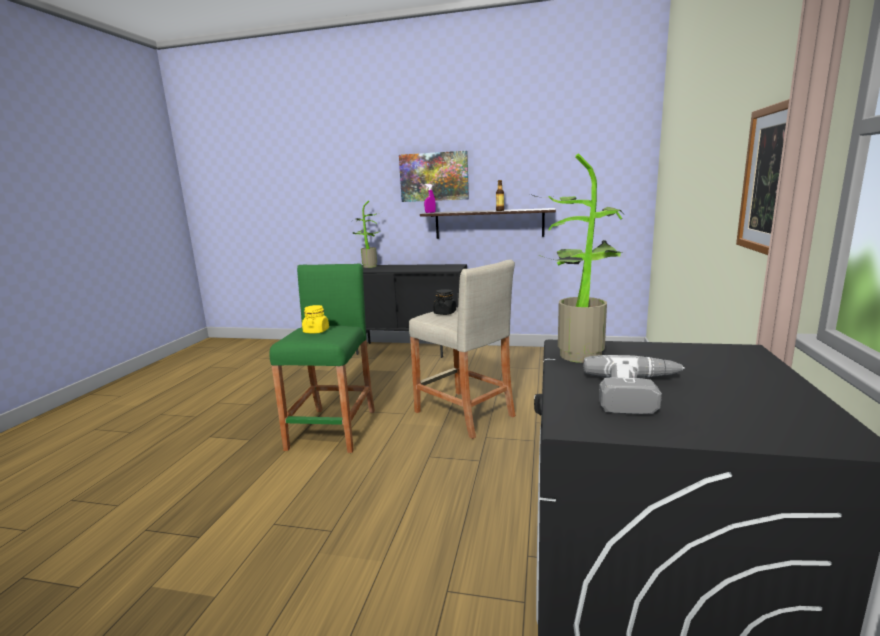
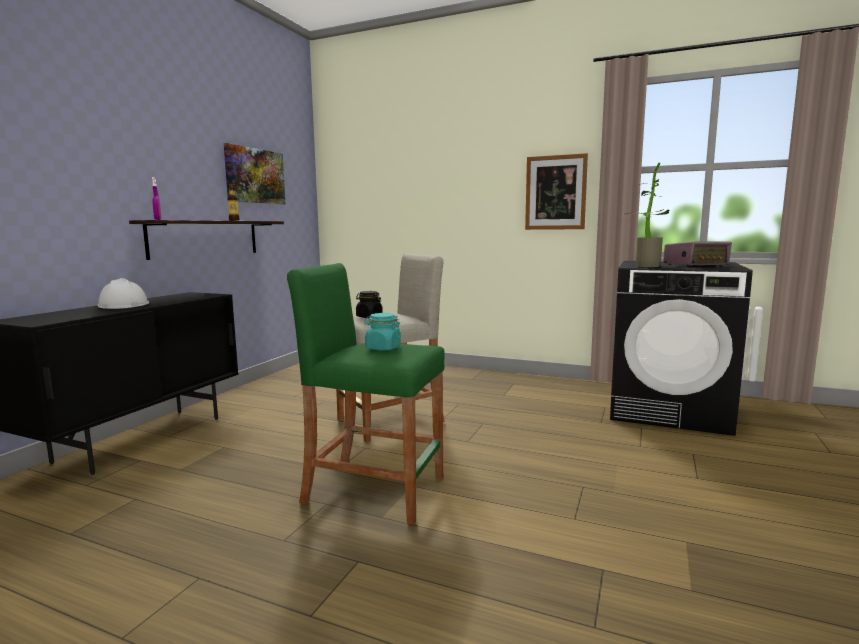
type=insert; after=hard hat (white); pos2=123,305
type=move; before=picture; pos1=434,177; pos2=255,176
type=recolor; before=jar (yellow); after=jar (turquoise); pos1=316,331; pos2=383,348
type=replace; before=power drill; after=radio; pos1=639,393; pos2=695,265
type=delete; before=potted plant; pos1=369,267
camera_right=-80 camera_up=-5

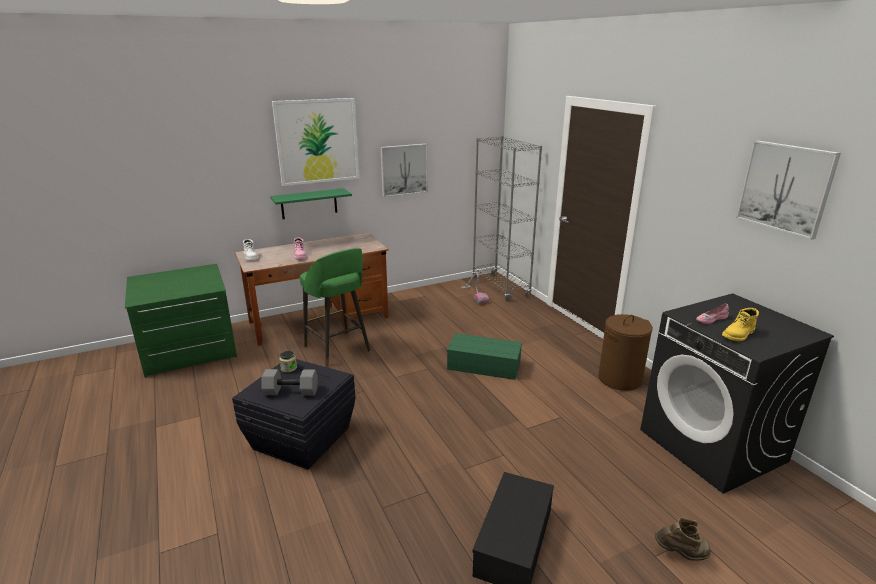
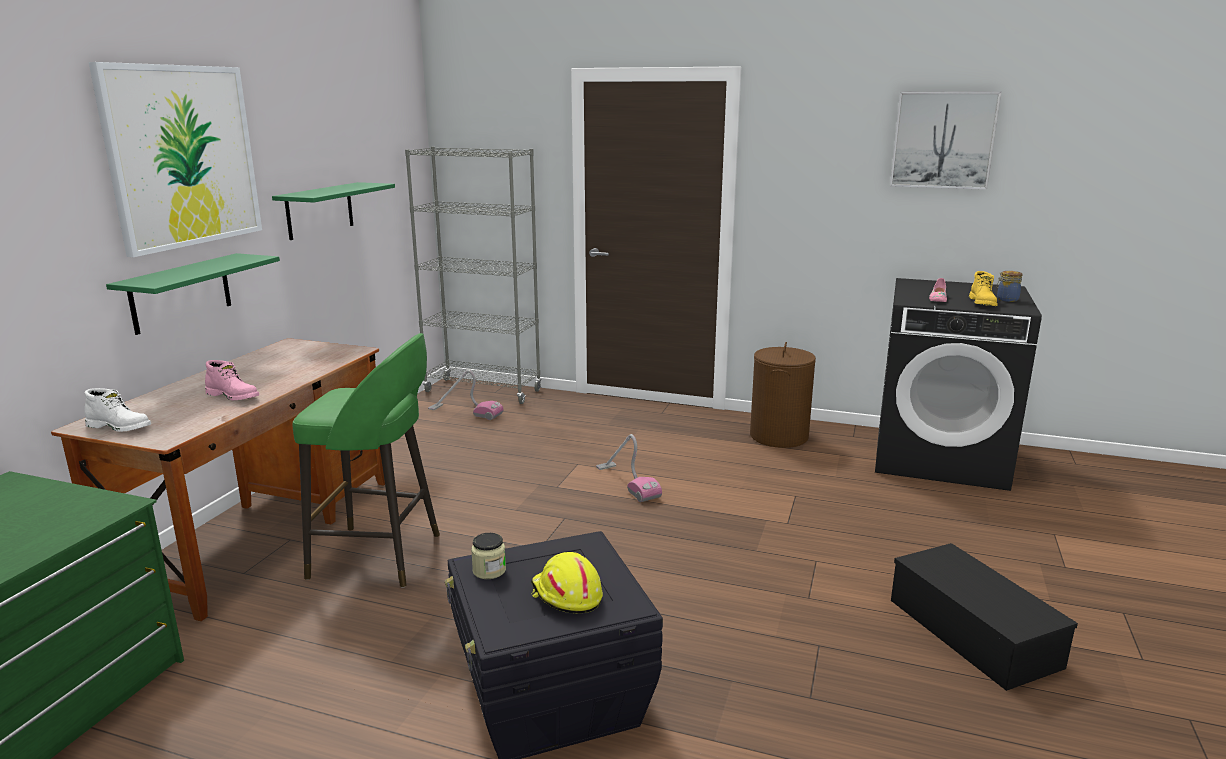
type=replace; before=picture; after=shelf (green); pos1=404,170; pos2=320,210
type=replace; before=dumbbell (grey); after=hard hat (yellow); pos1=290,392; pos2=565,596
type=replace; before=storage box (green); after=vacuum cleaner; pos1=485,365; pos2=627,482
type=insert; after=jar; pos2=1006,299
type=delete; before=boot (brown); pos1=681,554
camera_right=-45 camera_up=-5

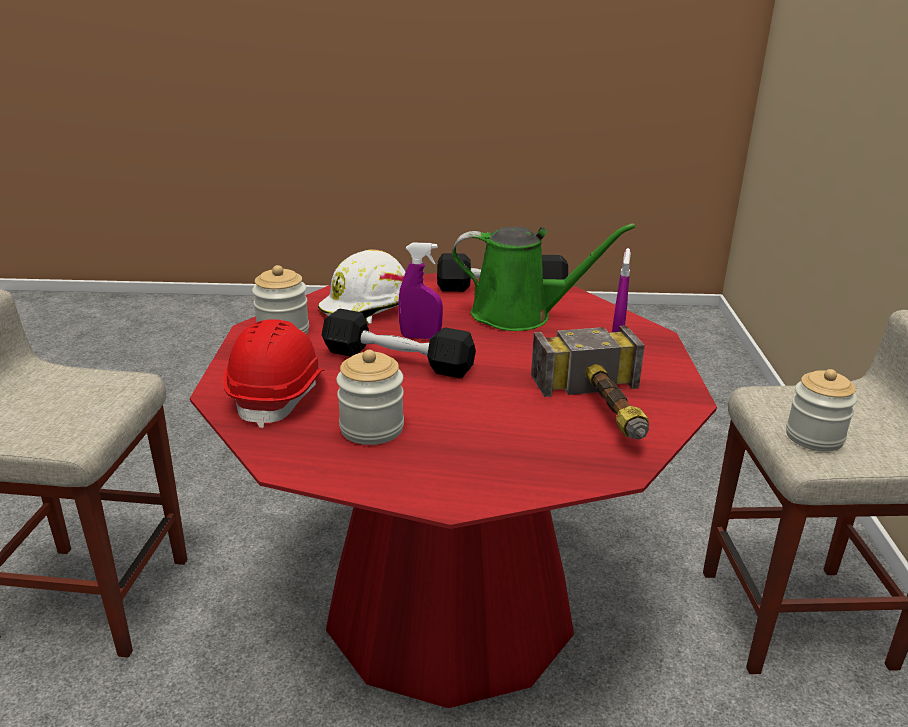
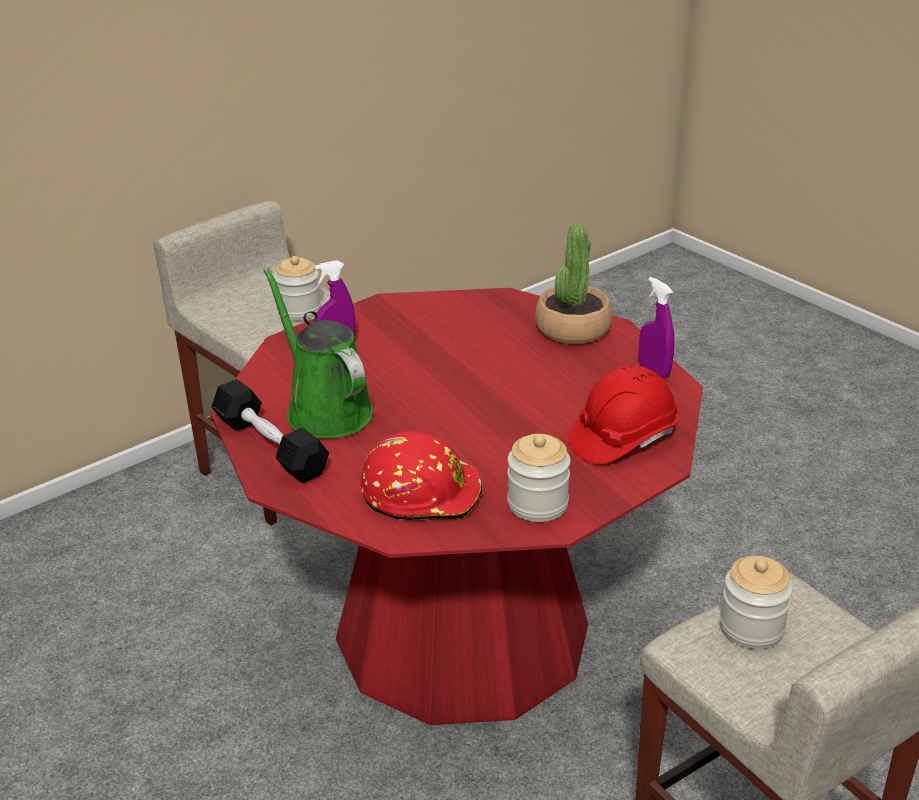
type=recolor; before=hard hat (white); after=hard hat (red); pos1=367,307; pos2=421,493
type=insert; after=potted plant; pos2=572,328
type=move; before=spray bottle (purple); pos1=420,337; pos2=654,371
type=move; before=jar; pos1=372,428; pos2=751,628
type=delete; before=dumbbell (black); pos1=398,360
type=delete; before=hammer; pos1=605,411
camera_right=-130 camera_up=5

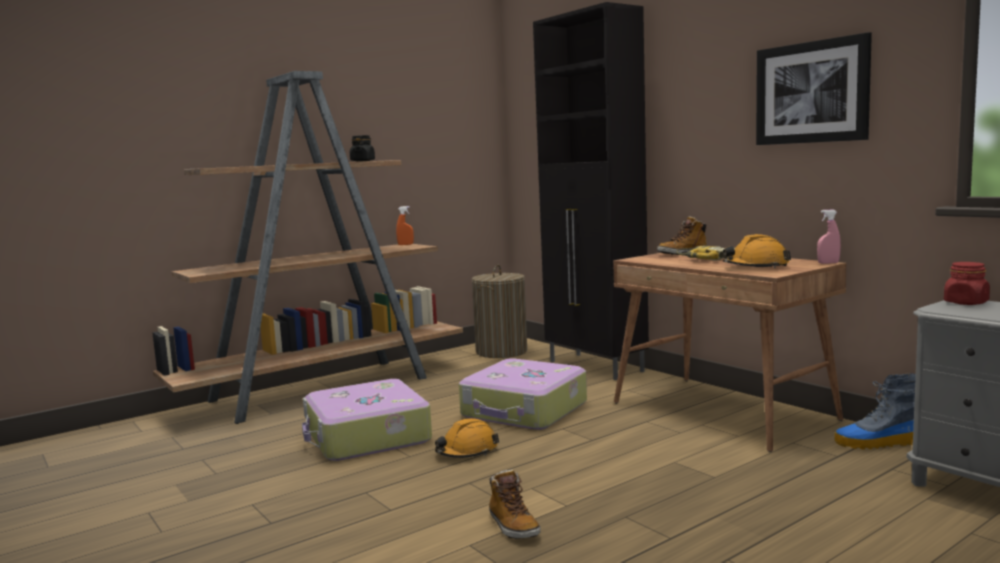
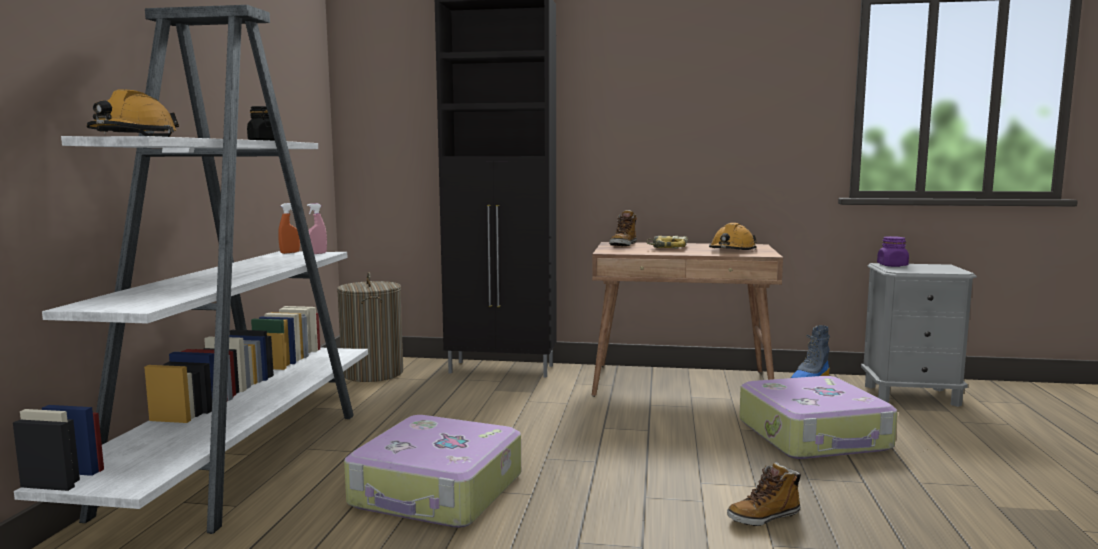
type=recolor; before=bookcase (brown); after=bookcase (white); pos1=323,389; pos2=241,458
type=move; before=hard hat (orange); pos1=467,451; pos2=134,136
type=move; before=spray bottle (pink); pos1=828,263; pos2=317,253
type=rotate; before=boot; pos1=513,526; pos2=764,517; turn=135
type=move; before=suitcase; pos1=524,410; pos2=814,435
type=recolor; before=jar (red); after=jar (purple); pos1=966,303; pos2=892,265
type=delete; before=picture; pos1=811,92
camera_right=-45 camera_up=0

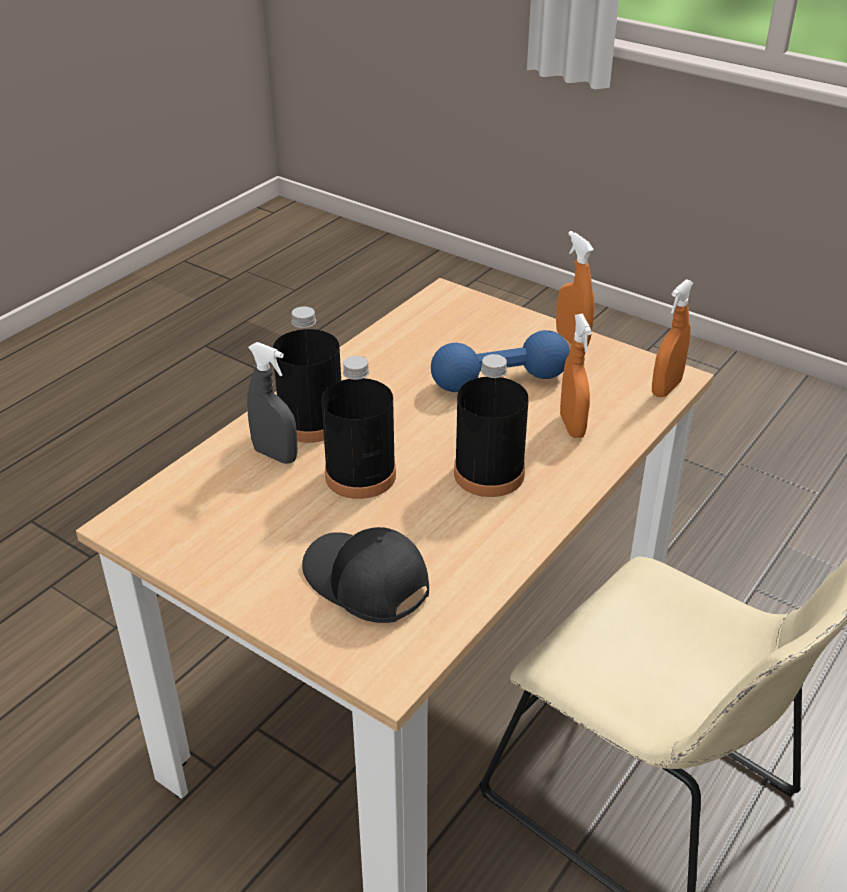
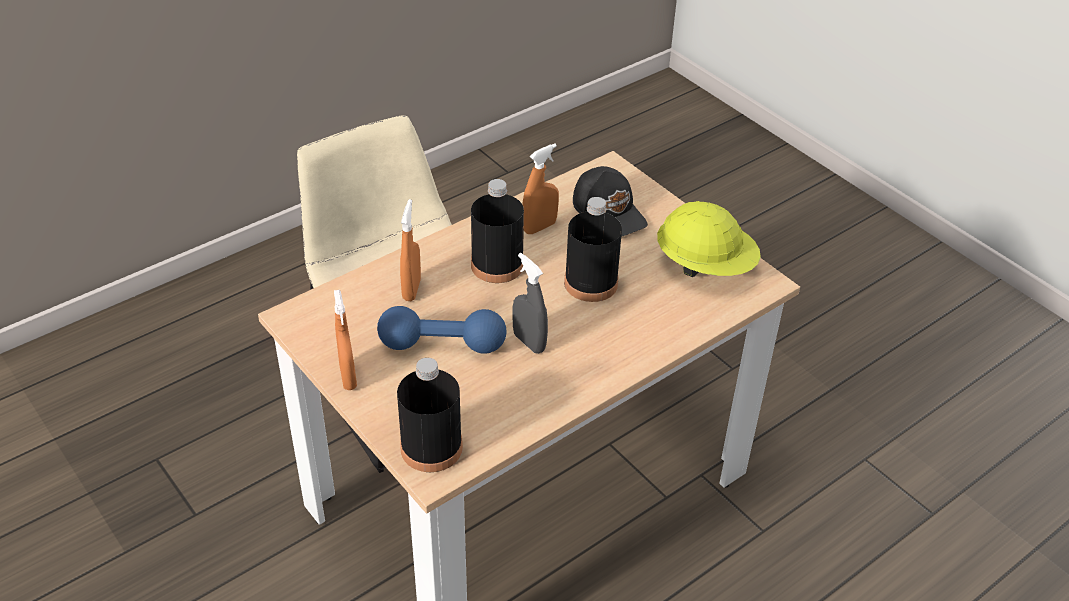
type=move; before=bottle (black); pos1=311,422; pos2=431,448
type=move; before=spray bottle (grey); pos1=275,455; pos2=529,342
type=move; before=spray bottle (orange); pos1=666,388; pos2=539,227
type=insert; after=hard hat (yellow); pos2=705,266
camera_right=-165 camera_up=5

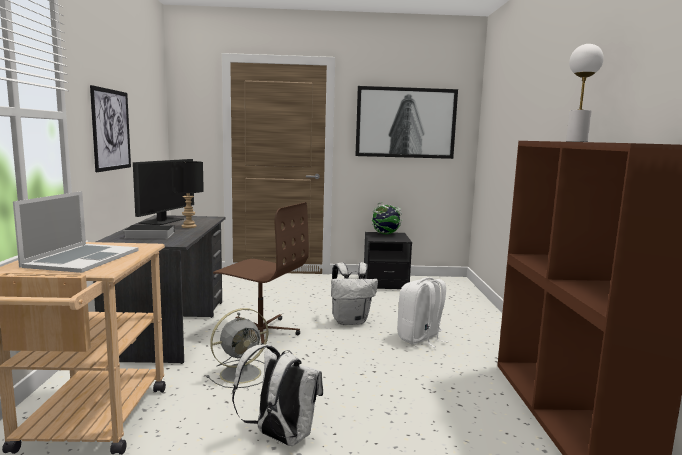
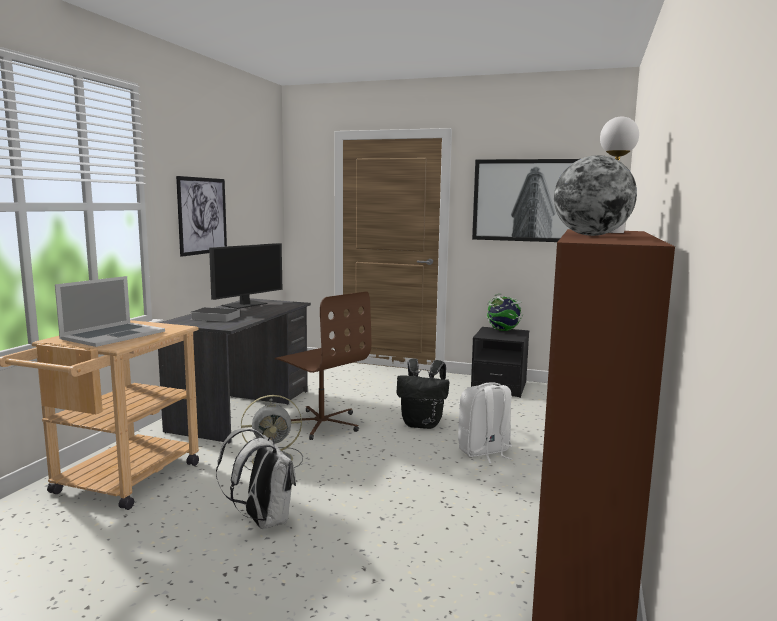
type=recolor; before=backpack (white); after=backpack (black); pos1=350,321; pos2=423,424
type=insert; after=globe; pos2=591,235
type=delete; before=table lamp (black); pos1=188,227
camera_right=20 camera_up=0

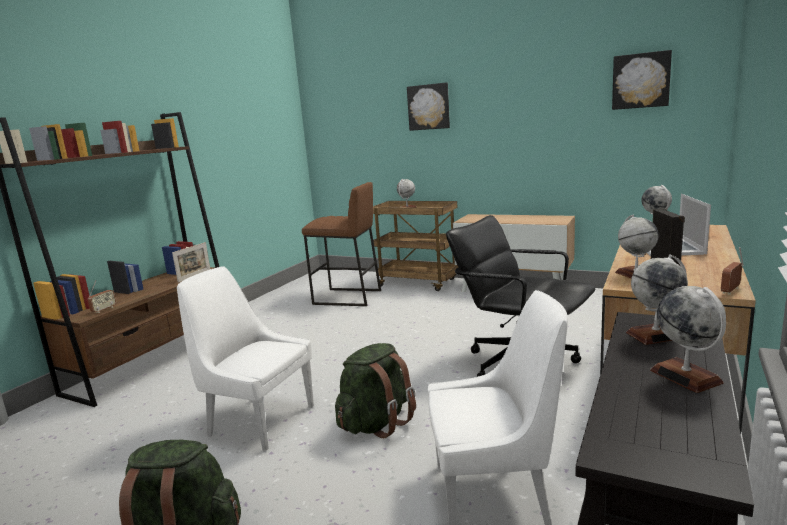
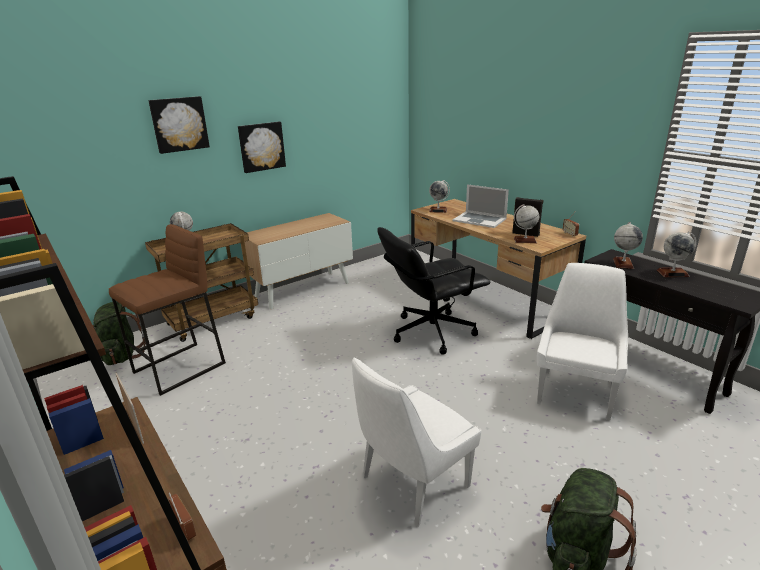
type=move; before=backpack (green); pos1=377,423; pos2=121,356
type=move; before=picture; pos1=641,81; pos2=261,146
camera_right=-65 camera_up=10

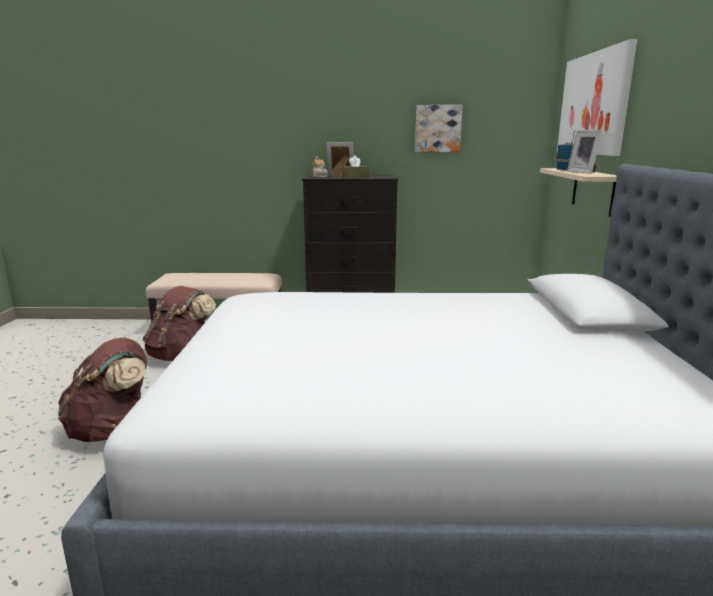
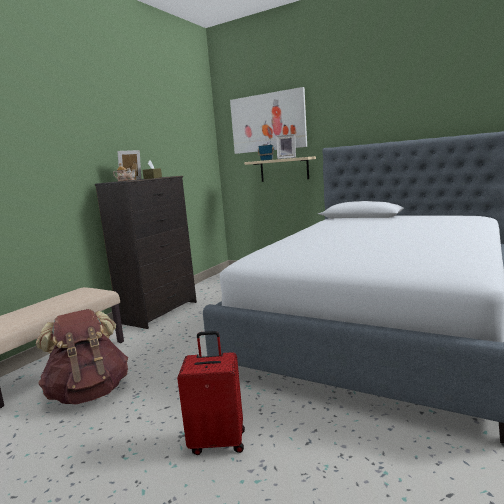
type=replace; before=backpack (brown); after=suitcase (red); pos1=112,430; pos2=218,441
type=delete; before=picture; pos1=437,128
camera_right=-60 camera_up=-5

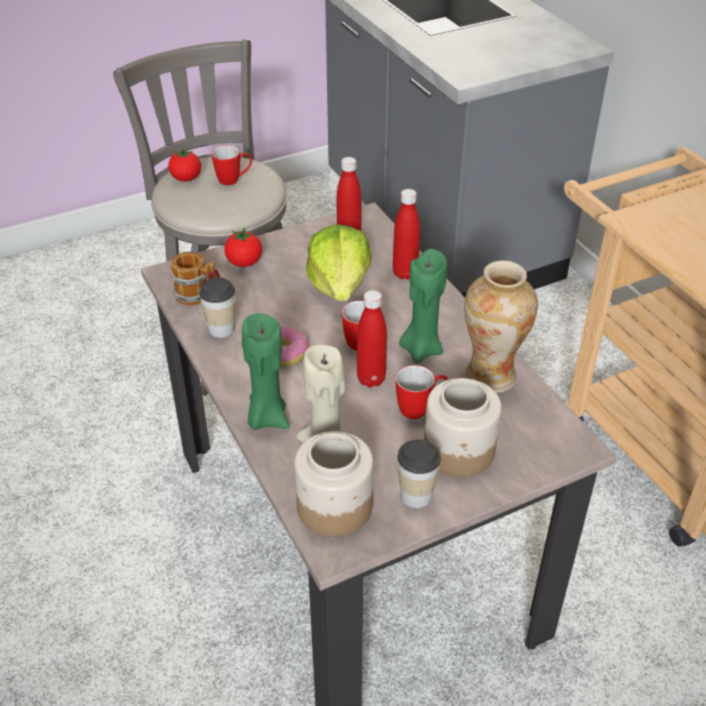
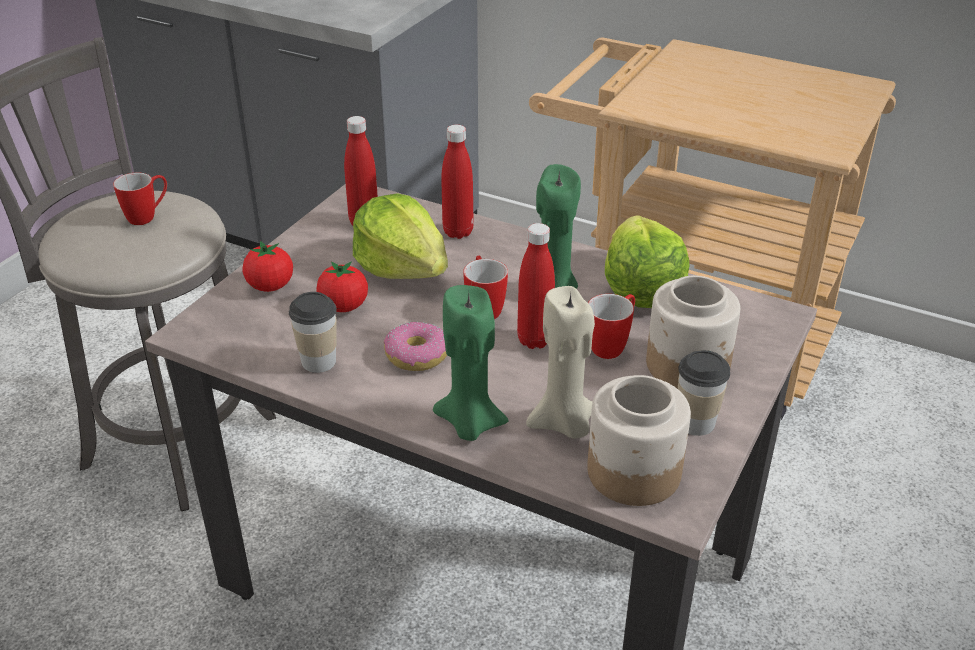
type=move; before=tomato; pos1=186,178; pos2=344,307
type=replace; before=vase; after=lettuce; pos1=490,376; pos2=641,288
type=delete; before=mug; pos1=199,297
camera_right=-35 camera_up=-5

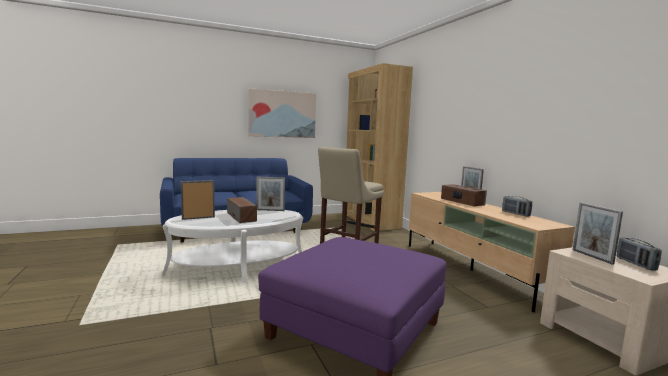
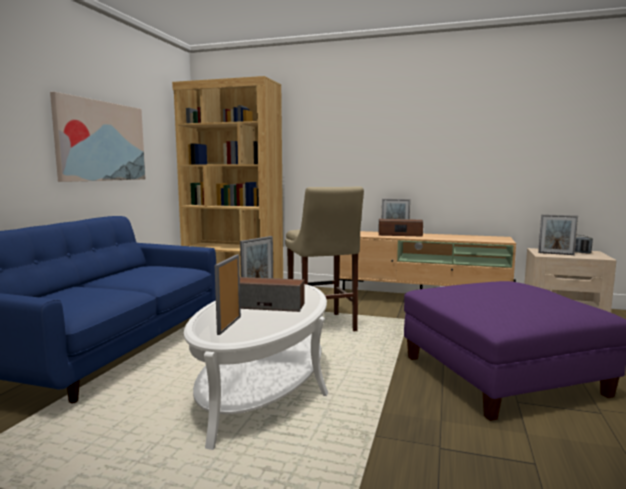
type=delete; before=radio; pos1=515,214
camera_right=-50 camera_up=0

